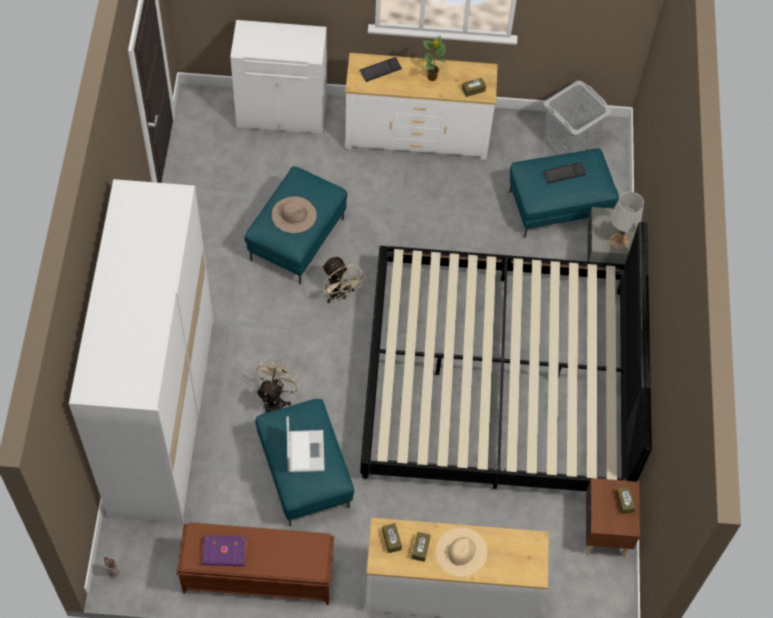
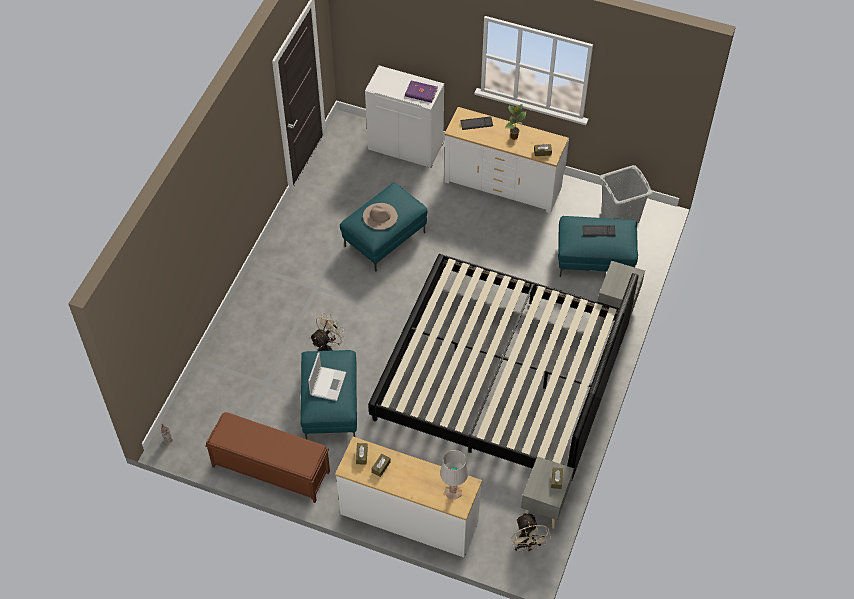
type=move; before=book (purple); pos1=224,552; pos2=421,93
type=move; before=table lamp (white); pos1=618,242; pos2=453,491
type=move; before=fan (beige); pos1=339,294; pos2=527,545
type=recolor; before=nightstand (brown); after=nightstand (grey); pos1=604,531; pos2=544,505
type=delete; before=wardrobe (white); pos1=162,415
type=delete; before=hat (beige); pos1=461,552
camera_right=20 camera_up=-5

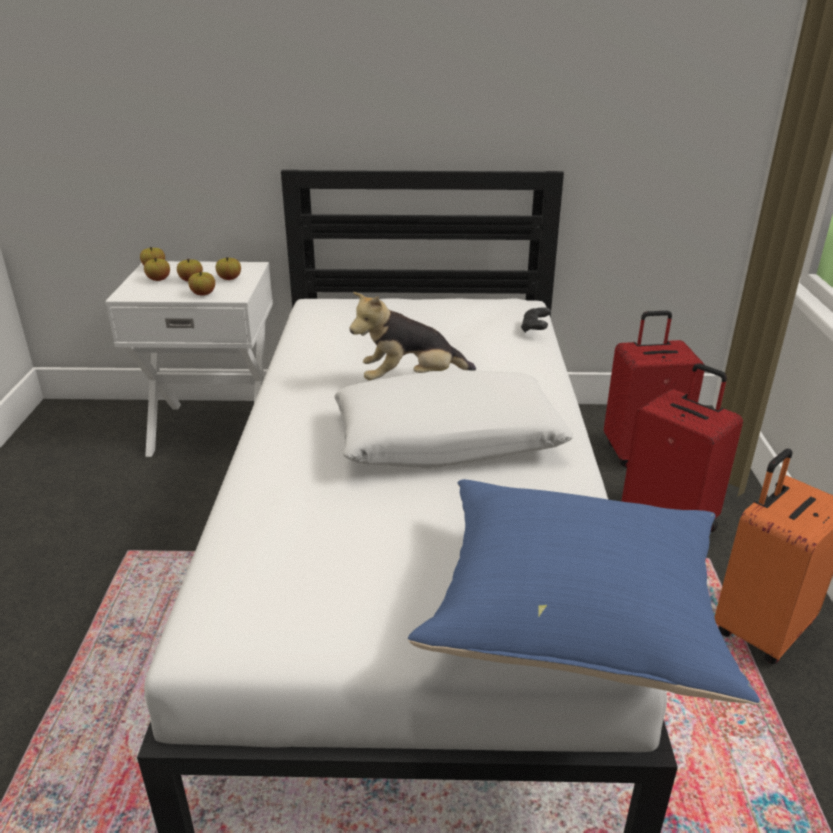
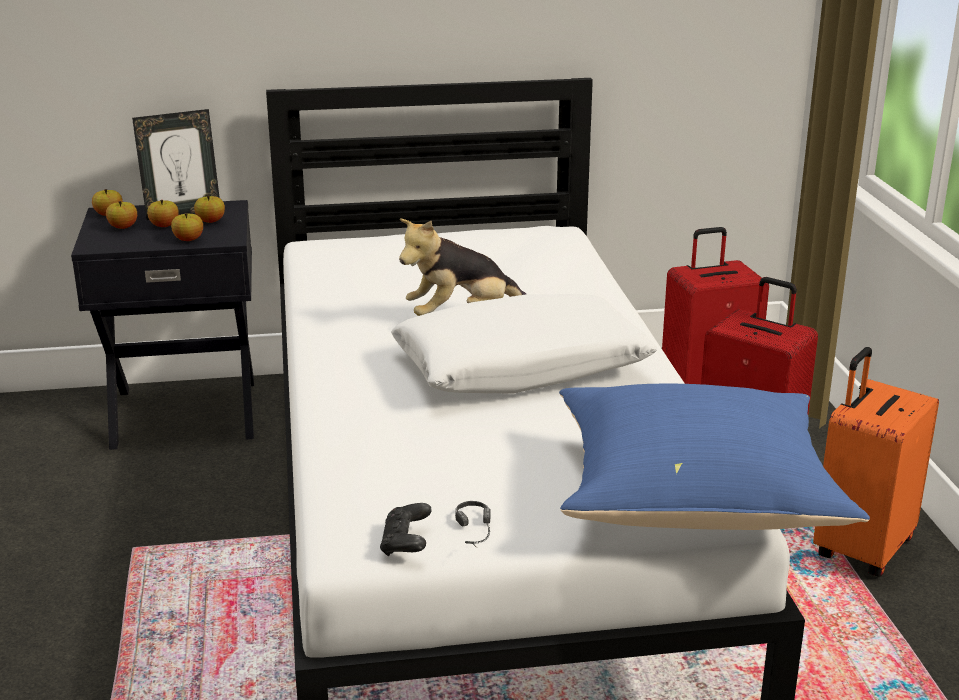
type=recolor; before=nightstand (white); after=nightstand (black); pos1=215,428; pos2=185,412
type=insert; after=picture frame; pos2=182,212
type=move; before=game controller (black); pos1=535,328; pos2=406,544
type=insert; after=headphones; pos2=478,536
camera_right=-10 camera_up=-5

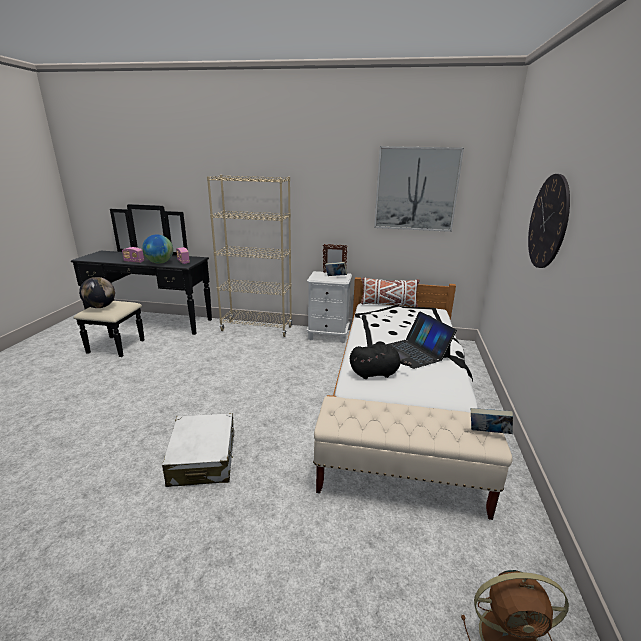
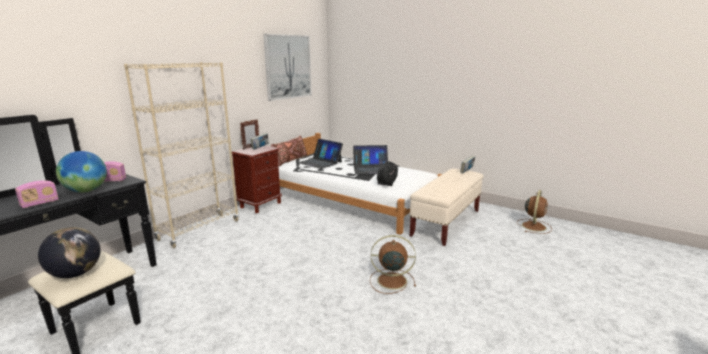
type=recolor; before=nightstand (white); after=nightstand (brown); pos1=328,335; pos2=260,205
type=recolor; before=pillow (white); after=pillow (brown); pos1=388,304; pos2=290,160
type=insert; after=laptop; pos2=320,162
type=replace; before=suitcase (white); after=fan (brown); pos1=203,459; pos2=390,281
type=delete; before=wall clock; pos1=548,222
camera_right=-65 camera_up=-5

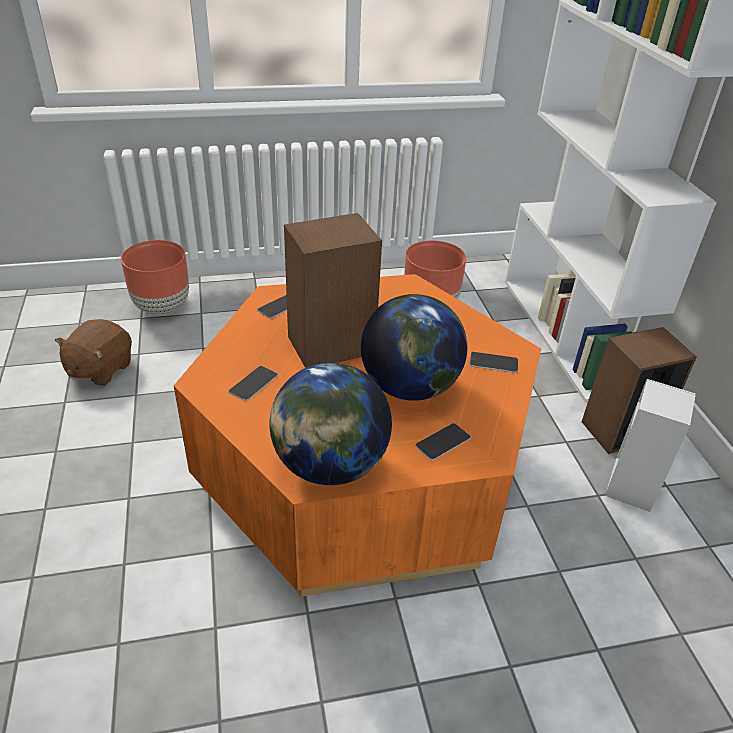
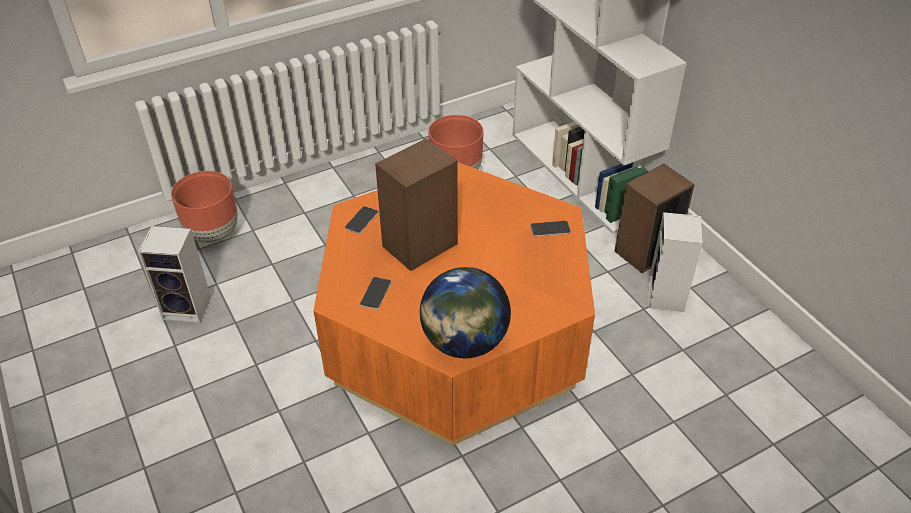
type=replace; before=plush toy (brown); after=speaker; pos1=100,369; pos2=189,307
type=delete; before=globe; pos1=410,387
type=delete; before=phone; pos1=443,442
camera_right=-15 camera_up=5

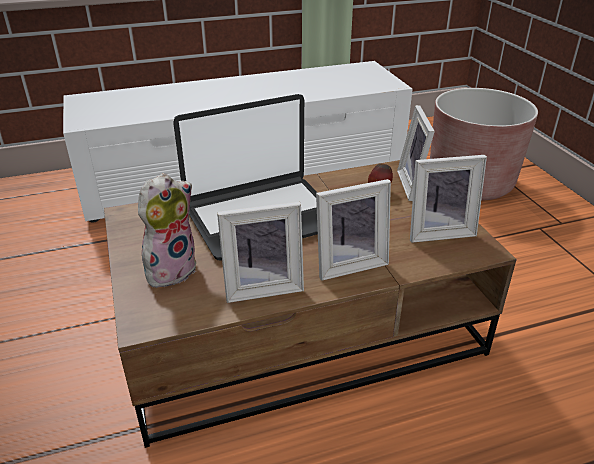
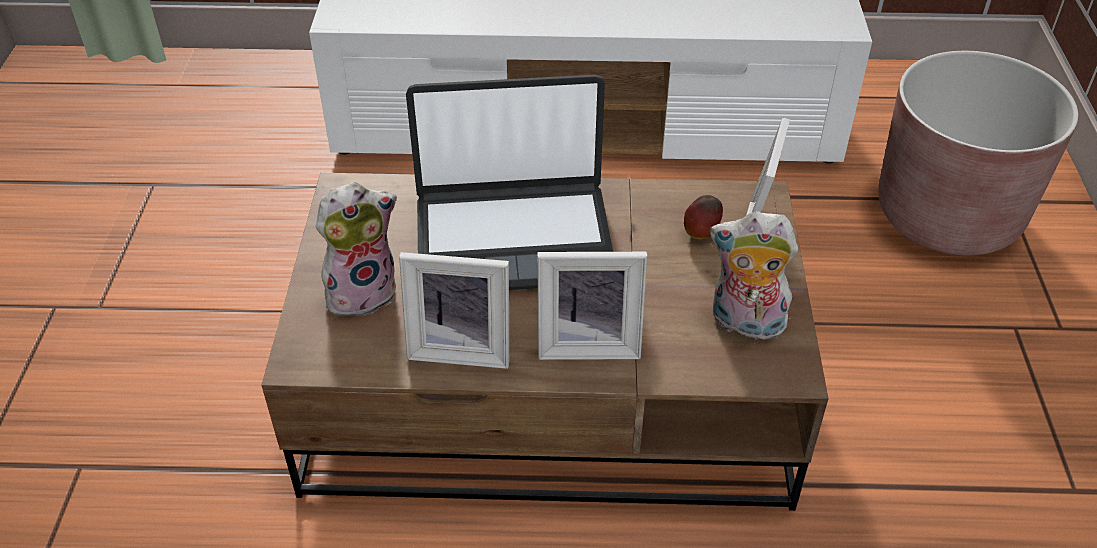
type=replace; before=picture frame; after=plush toy; pos1=438,231; pos2=744,324
camera_right=20 camera_up=10

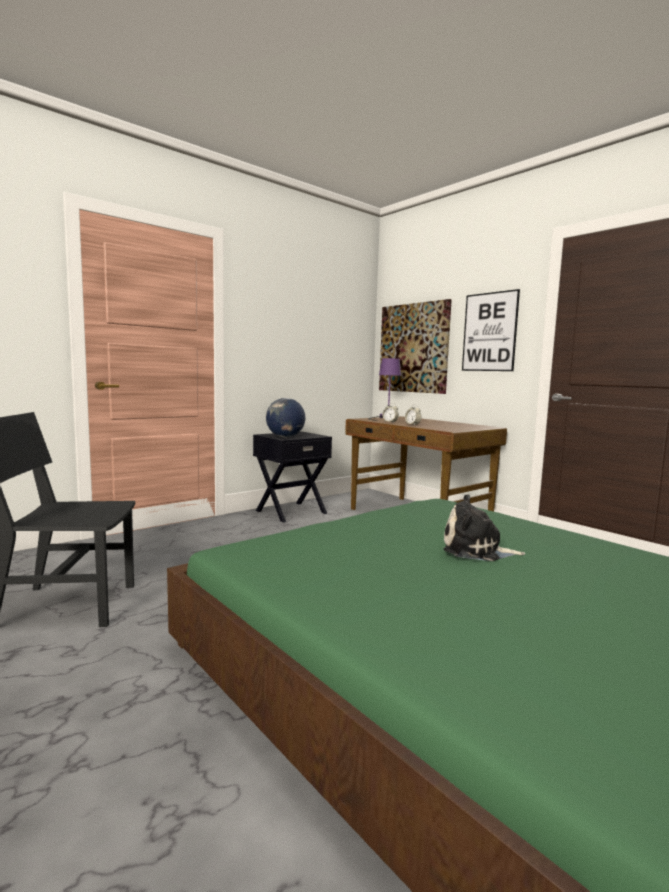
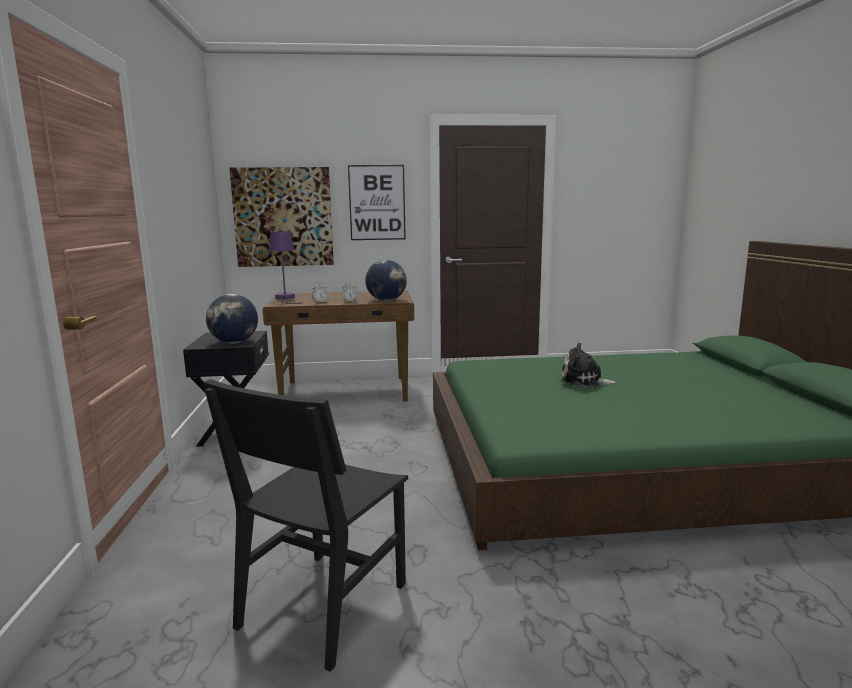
type=insert; after=globe; pos2=386,300
type=rotate; before=plush toy; pos1=476,550; pos2=584,381; turn=60
camera_right=-55 camera_up=5

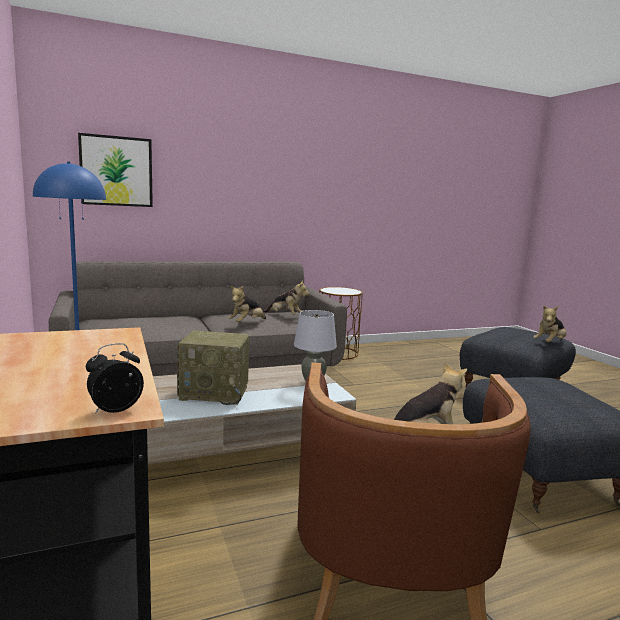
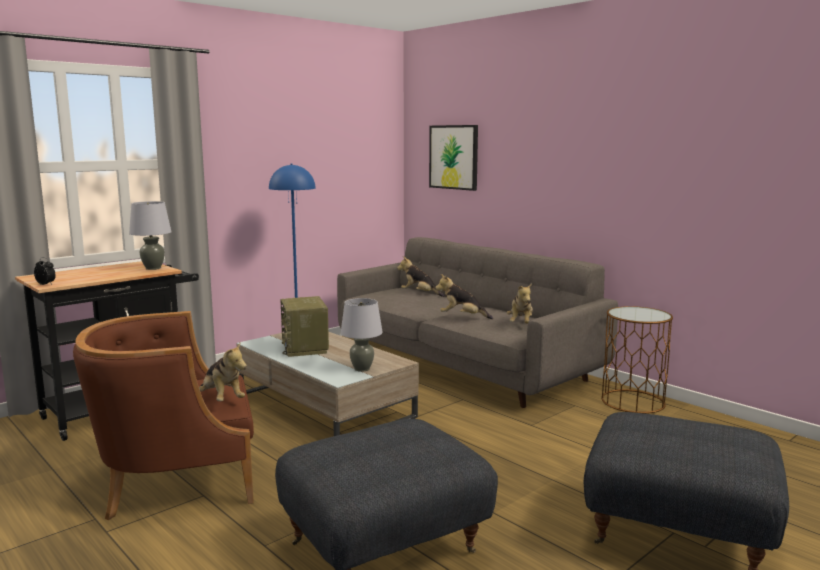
type=insert; after=table lamp (grey); pos2=153,268
type=move; before=plush toy; pos1=549,343; pos2=419,294
camera_right=70 camera_up=0

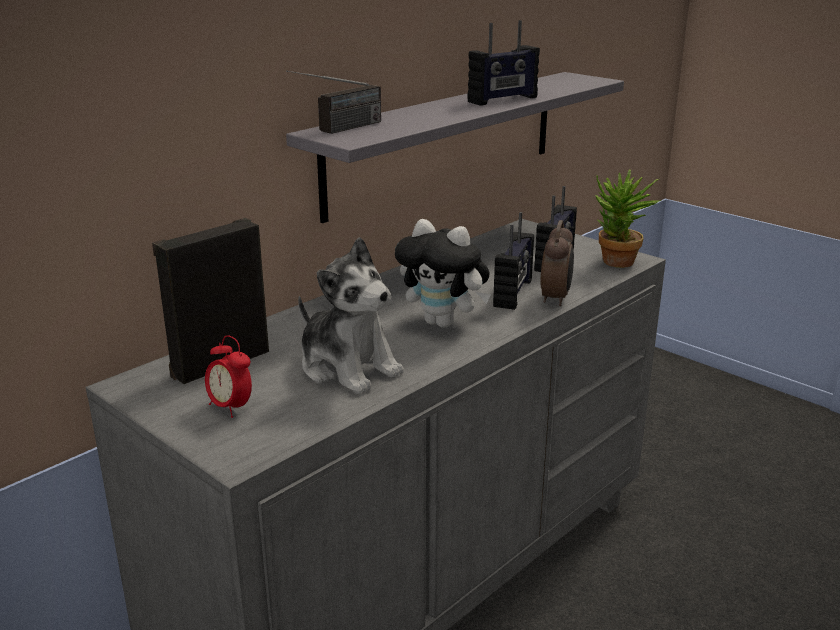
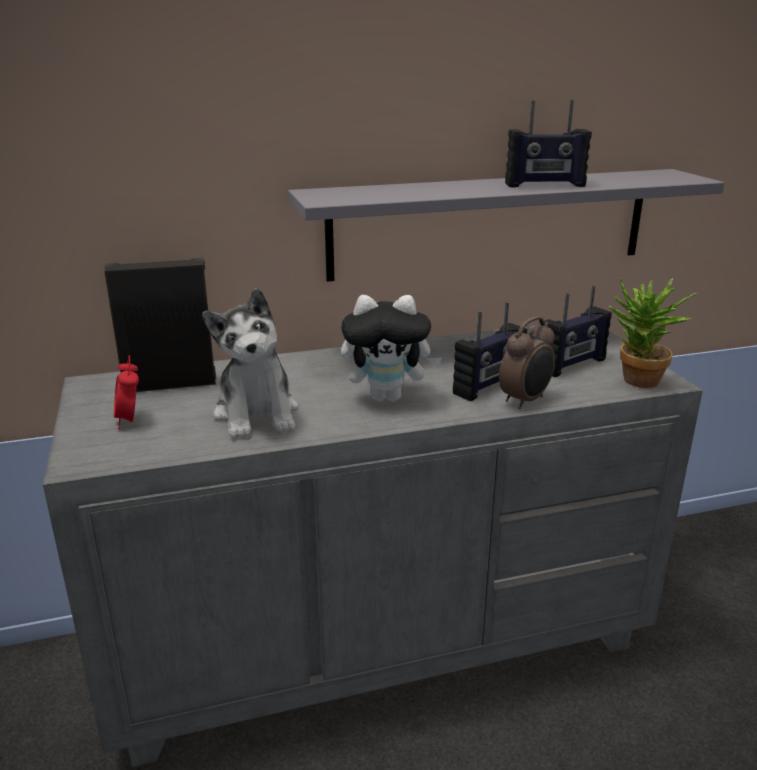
type=rotate; before=plush toy; pos1=444,323; pos2=388,397; turn=-60
type=delete; before=radio; pos1=338,130
camera_right=30 camera_up=0

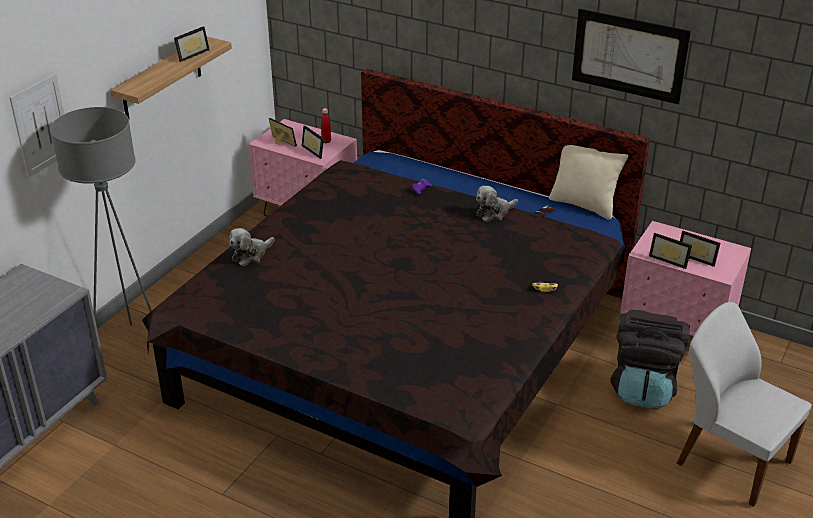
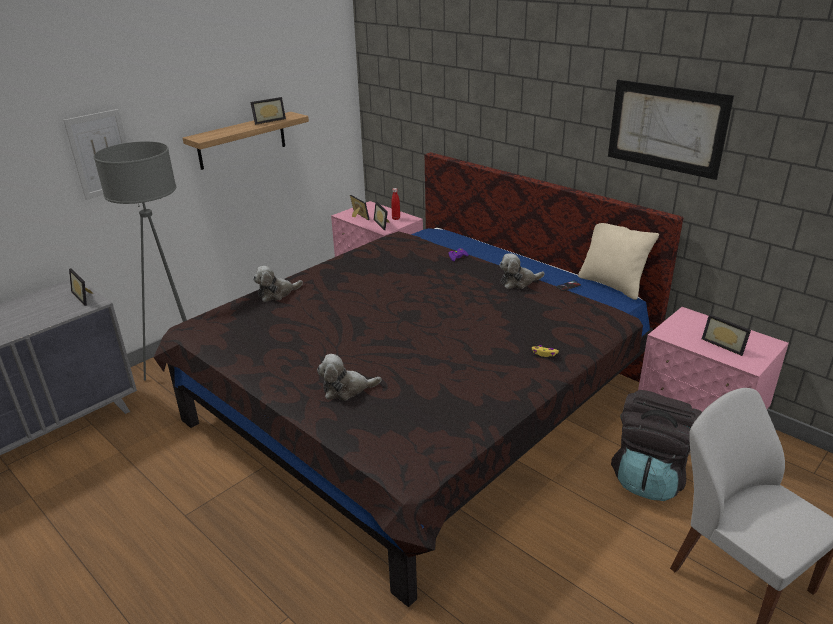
type=move; before=picture frame; pos1=670,259; pos2=85,296
type=insert; after=plush toy; pos2=346,389
camera_right=15 camera_up=-5

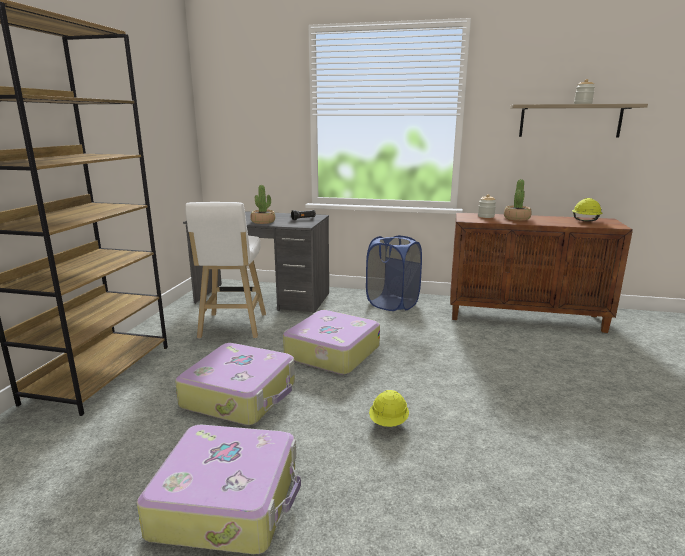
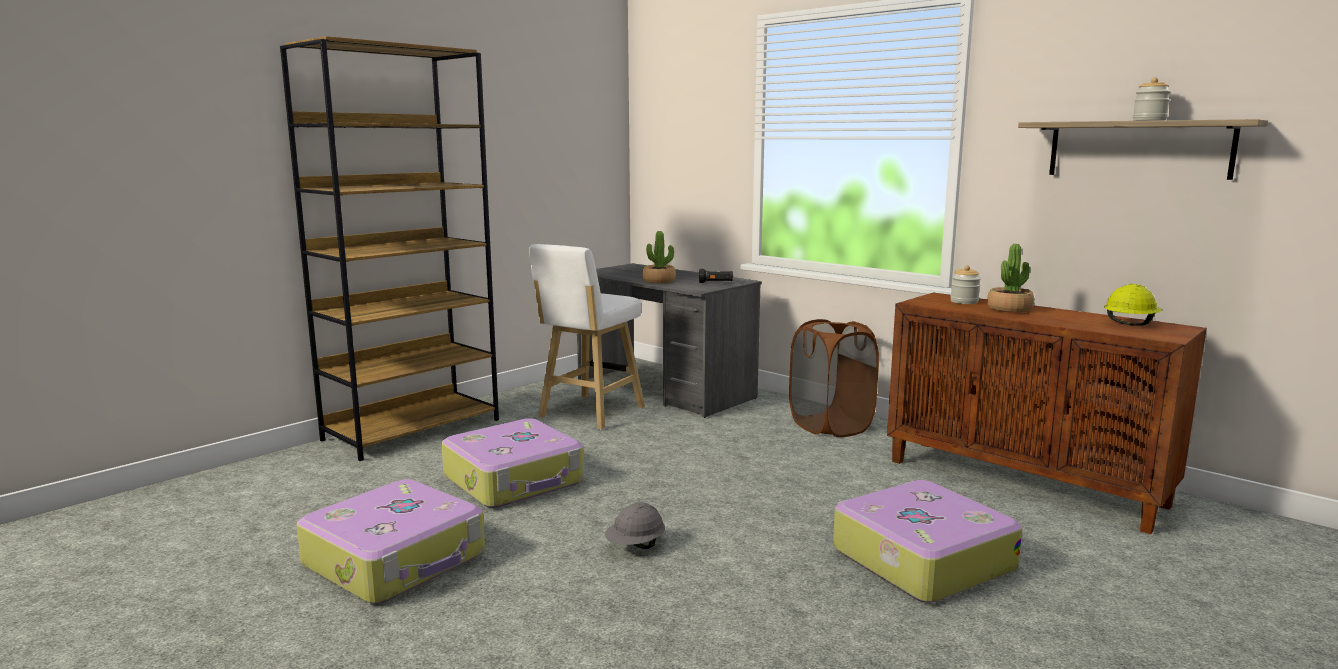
type=recolor; before=hard hat (yellow); after=hard hat (grey); pos1=389,423; pos2=635,546
type=recolor; before=laundry basket (blue); after=laundry basket (brown); pos1=392,304; pos2=830,426
type=move; before=suitcase; pos1=331,352; pos2=920,559
camera_right=30 camera_up=-5

